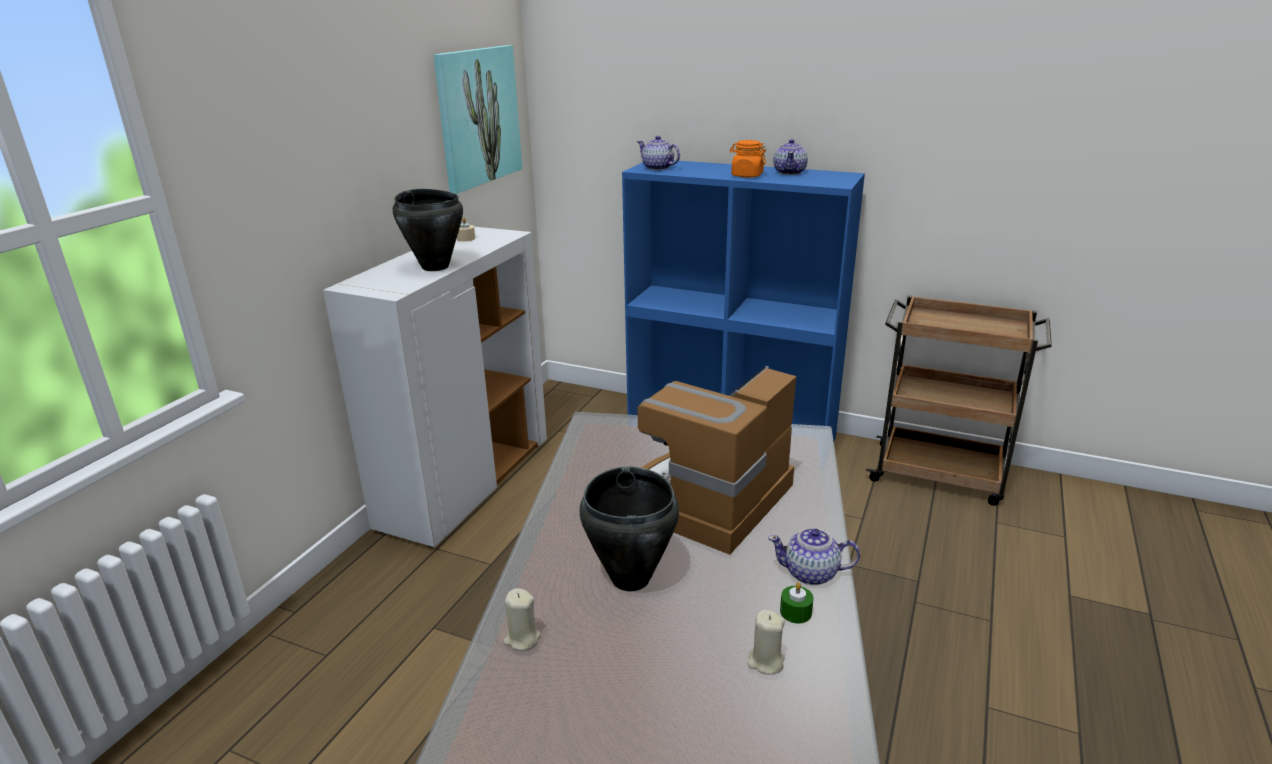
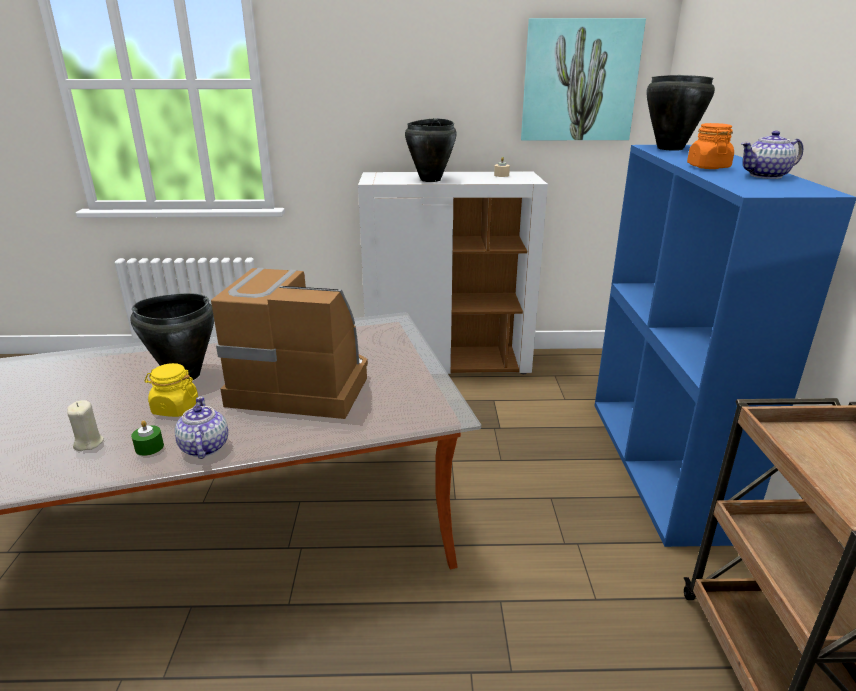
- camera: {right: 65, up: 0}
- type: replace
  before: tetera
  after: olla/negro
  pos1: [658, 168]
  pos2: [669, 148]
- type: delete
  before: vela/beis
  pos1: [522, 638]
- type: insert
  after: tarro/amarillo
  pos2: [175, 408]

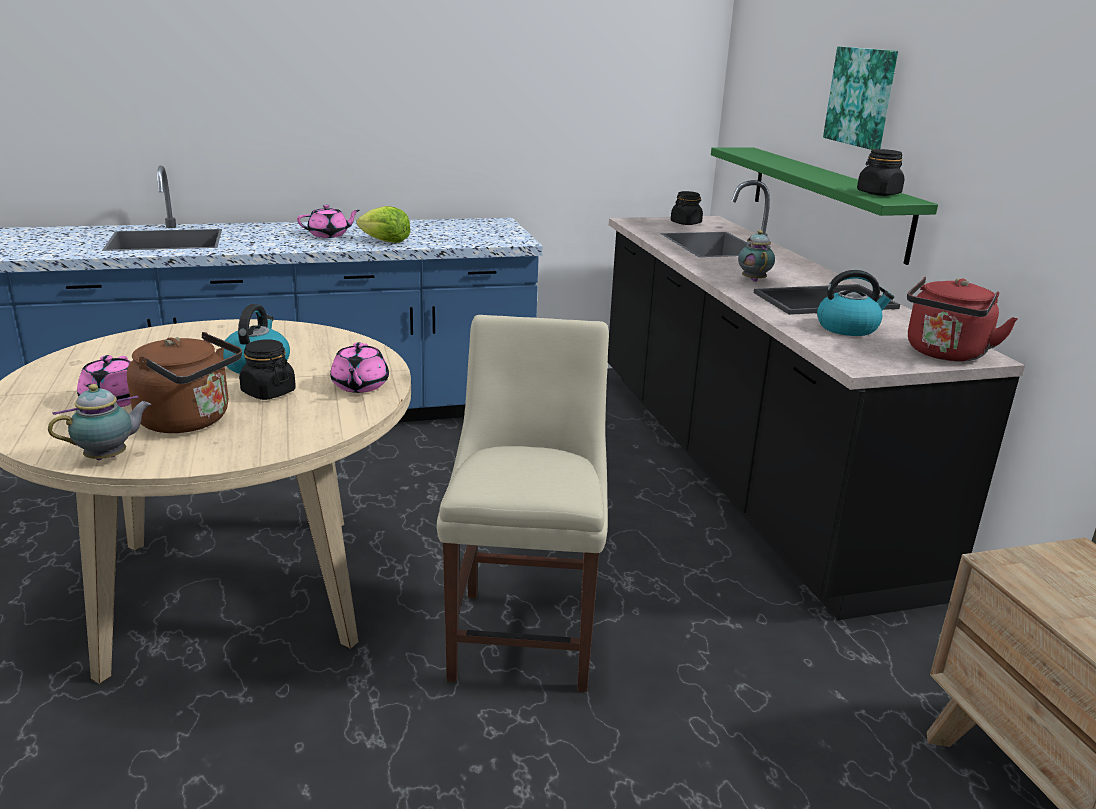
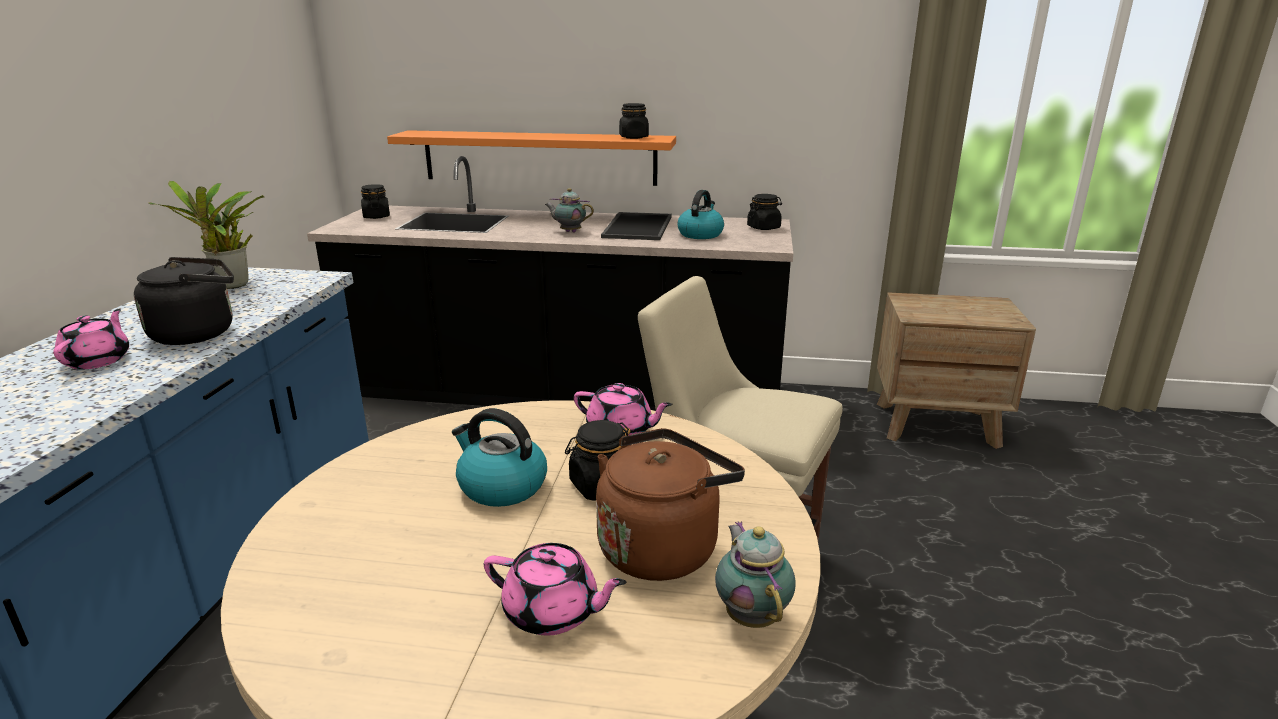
- camera: {right: -65, up: 0}
- type: delete
  before: cuadro
  pos1: [862, 97]
- type: recolor
  before: estante/verde
  after: estante/naranja
  pos1: [826, 200]
  pos2: [539, 157]
- type: replace
  before: lechuga
  after: hervidor/negro
  pos1: [385, 241]
  pos2: [199, 333]
- type: replace
  before: hervidor/rojo
  after: tarro/negro
  pos1: [944, 354]
  pos2: [763, 228]
- type: insert
  after: planta en maceta
  pos2: [231, 287]

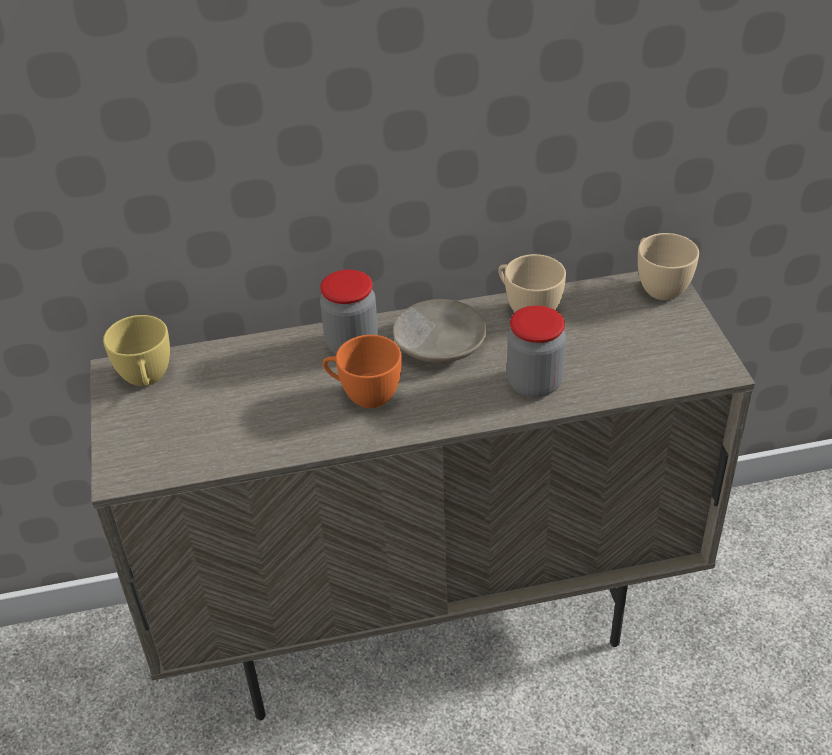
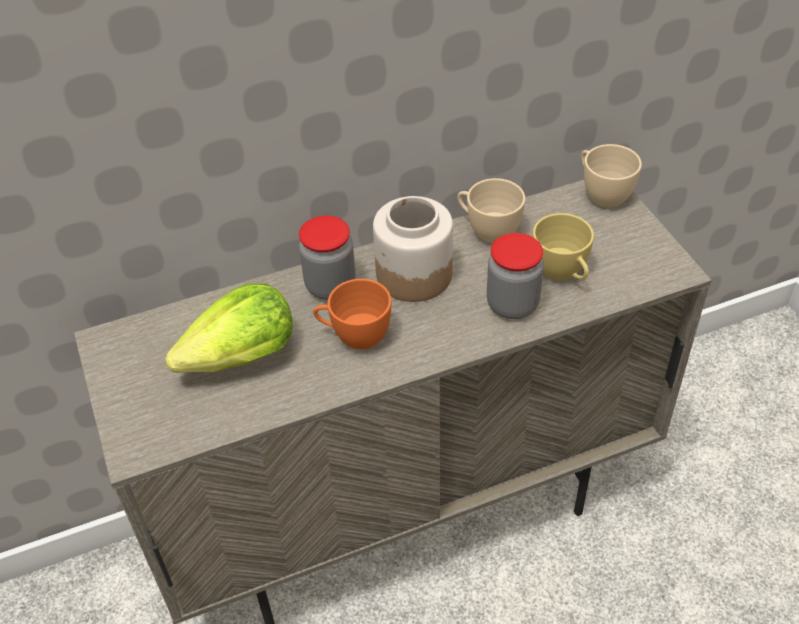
- camera: {right: -10, up: 5}
- type: replace
  before: plato/beis
  after: tarro
  pos1: [439, 343]
  pos2: [413, 274]
- type: move
  before: taza/amarillo
  pos1: [146, 380]
  pos2: [563, 274]
- type: insert
  after: lechuga
  pos2: [242, 357]

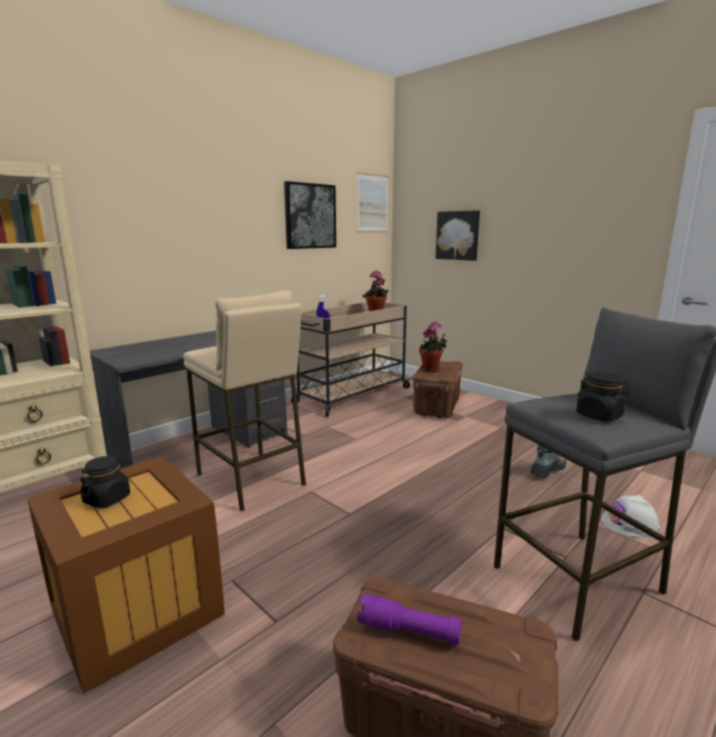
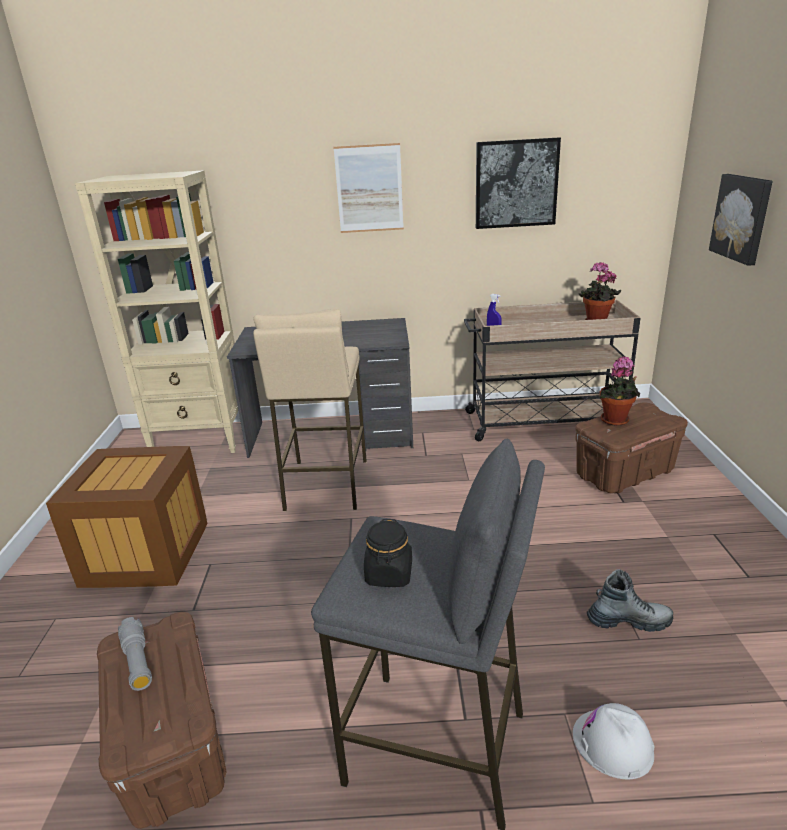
- camera: {right: 45, up: 10}
- type: move
  before: cuadro
  pos1: [372, 203]
  pos2: [369, 189]
- type: delete
  before: tarro/negro
  pos1: [107, 499]
- type: recolor
  before: linterna/morado
  after: linterna/gris
  pos1: [408, 631]
  pos2: [138, 661]

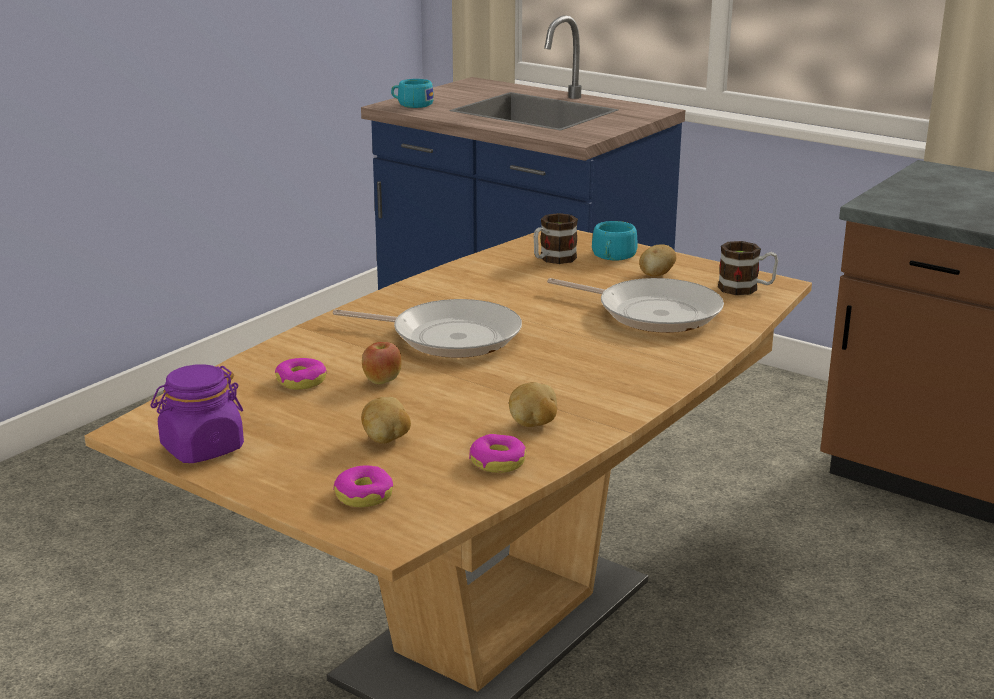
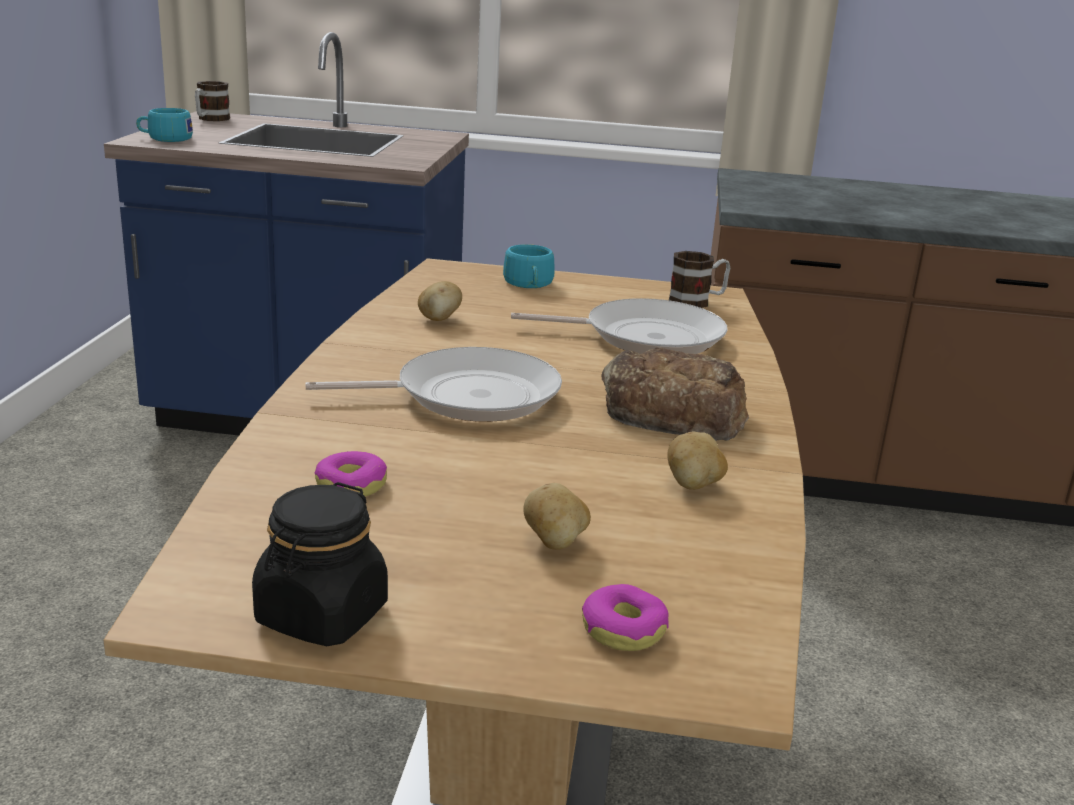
- camera: {right: -30, up: 0}
- type: move
  before: taza grande
  pos1: [552, 259]
  pos2: [210, 119]
- type: move
  before: patata
  pos1: [656, 275]
  pos2: [439, 319]
- type: delete
  before: manzana
  pos1: [382, 380]
- type: recolor
  before: tarro/morado
  after: tarro/negro
  pos1: [202, 448]
  pos2: [321, 616]
- type: delete
  before: rosquilla
  pos1: [498, 462]
- type: insert
  after: pan
  pos2: [672, 411]

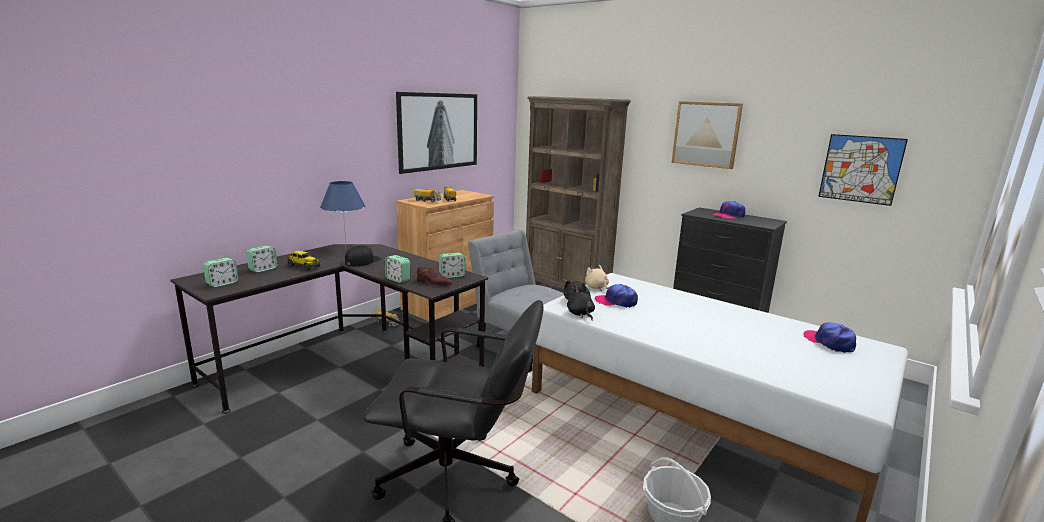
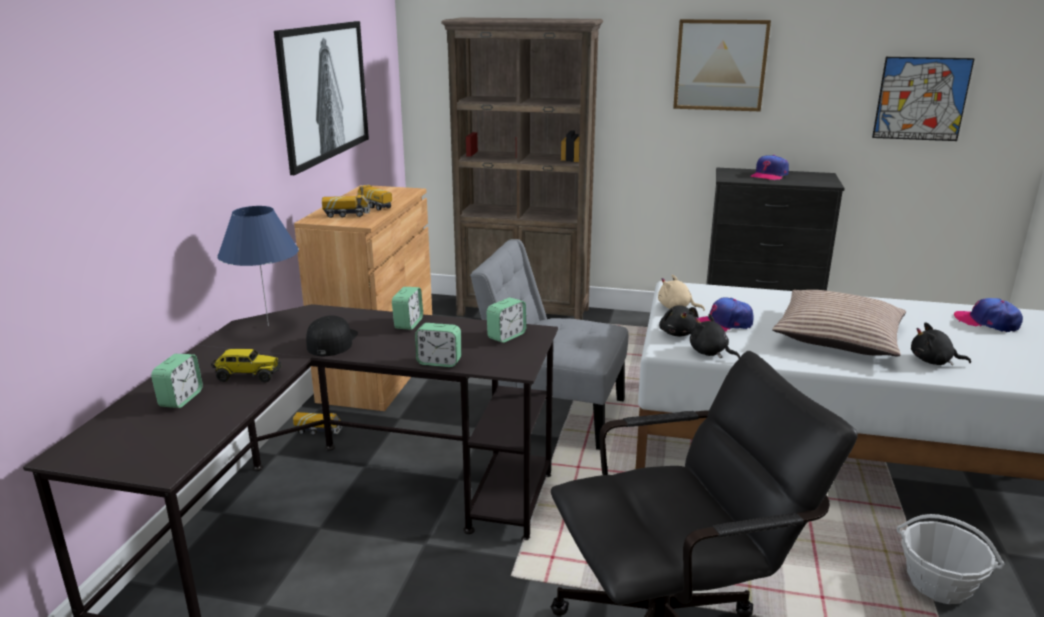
- camera: {right: -25, up: 5}
- type: move
  before: despertador
  pos1: [222, 283]
  pos2: [408, 324]
- type: delete
  before: zapato/marrón
  pos1: [434, 283]
- type: insert
  after: cojín
  pos2: [838, 337]
- type: insert
  after: peluche/negro
  pos2: [933, 361]

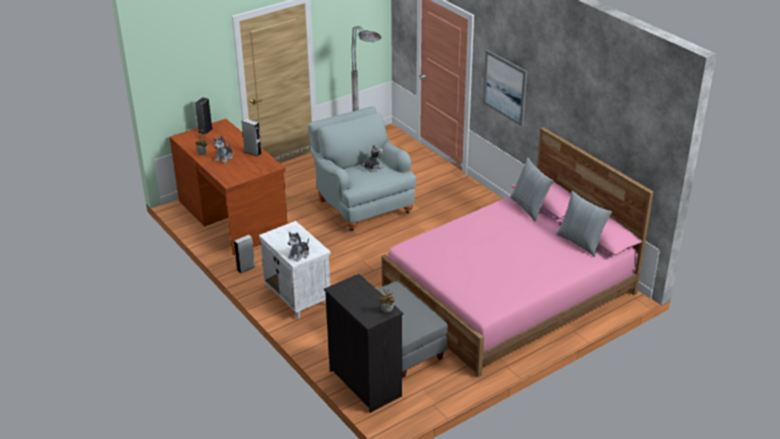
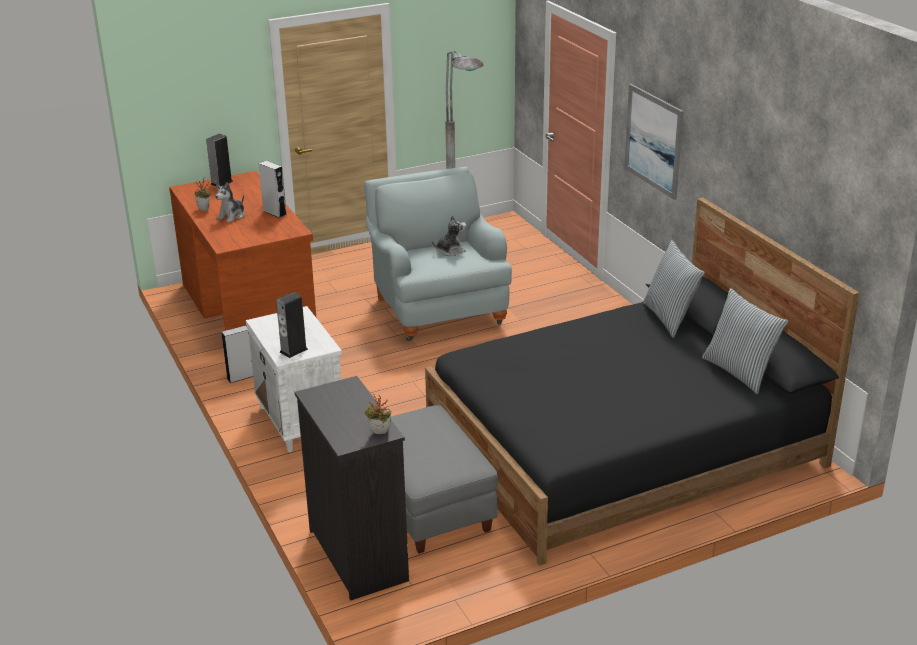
- camera: {right: 10, up: -5}
- type: recolor
  before: cama/rosa
  after: cama/negro
  pos1: [510, 293]
  pos2: [624, 446]
- type: replace
  before: peluche
  after: altavoz
  pos1: [299, 254]
  pos2: [293, 350]

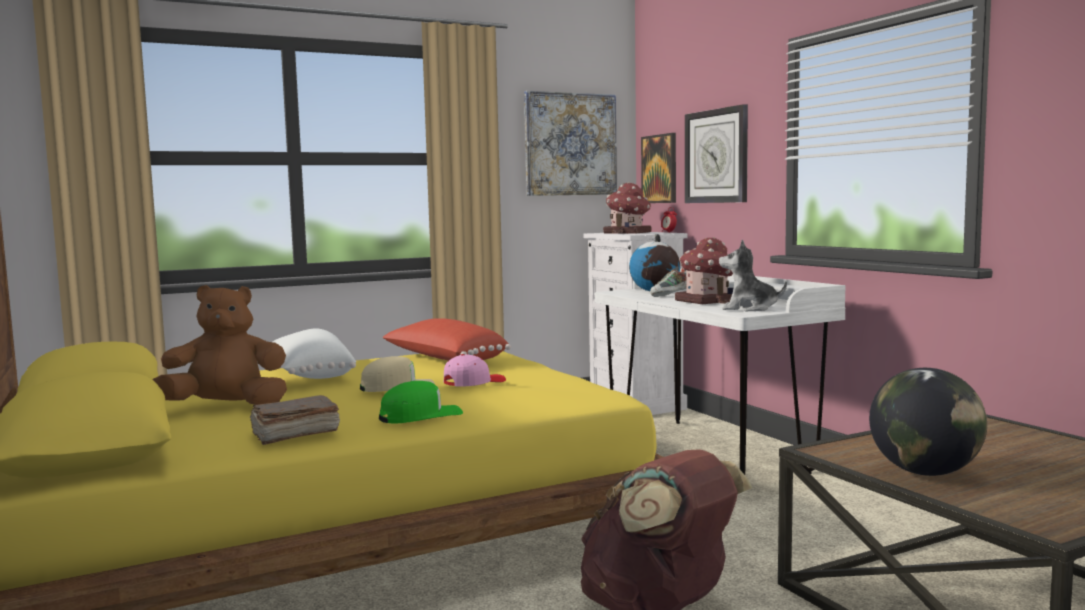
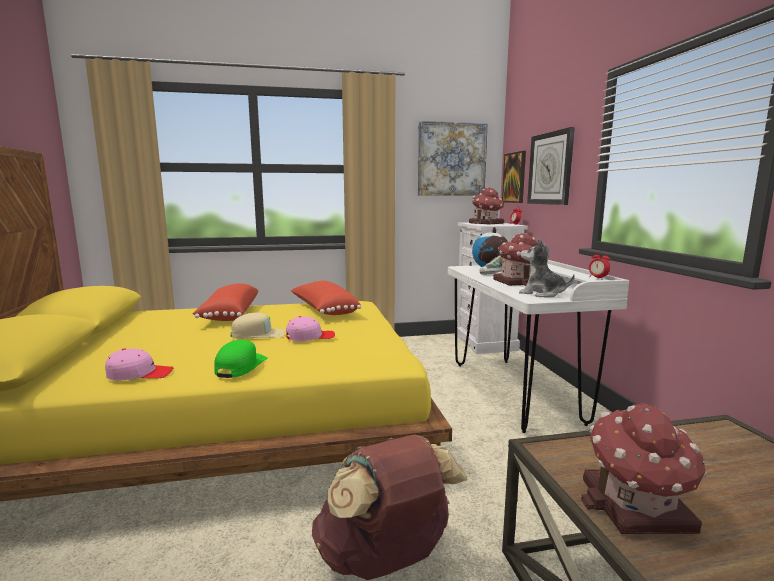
- camera: {right: 15, up: 5}
- type: delete
  before: peluche/marrón
  pos1: [226, 407]
- type: recolor
  before: cojín/blanco
  after: cojín/rojo
  pos1: [310, 373]
  pos2: [228, 314]
- type: replace
  before: globo terráqueo
  after: casita
  pos1: [924, 472]
  pos2: [636, 507]
- type: rotate
  before: gorra/verde
  pos1: [420, 416]
  pos2: [240, 366]
  turn: -60
- type: replace
  before: libro/marrón
  after: gorra/rosa
  pos1: [294, 434]
  pos2: [140, 374]
- type: insert
  after: despertador
  pos2: [597, 278]

